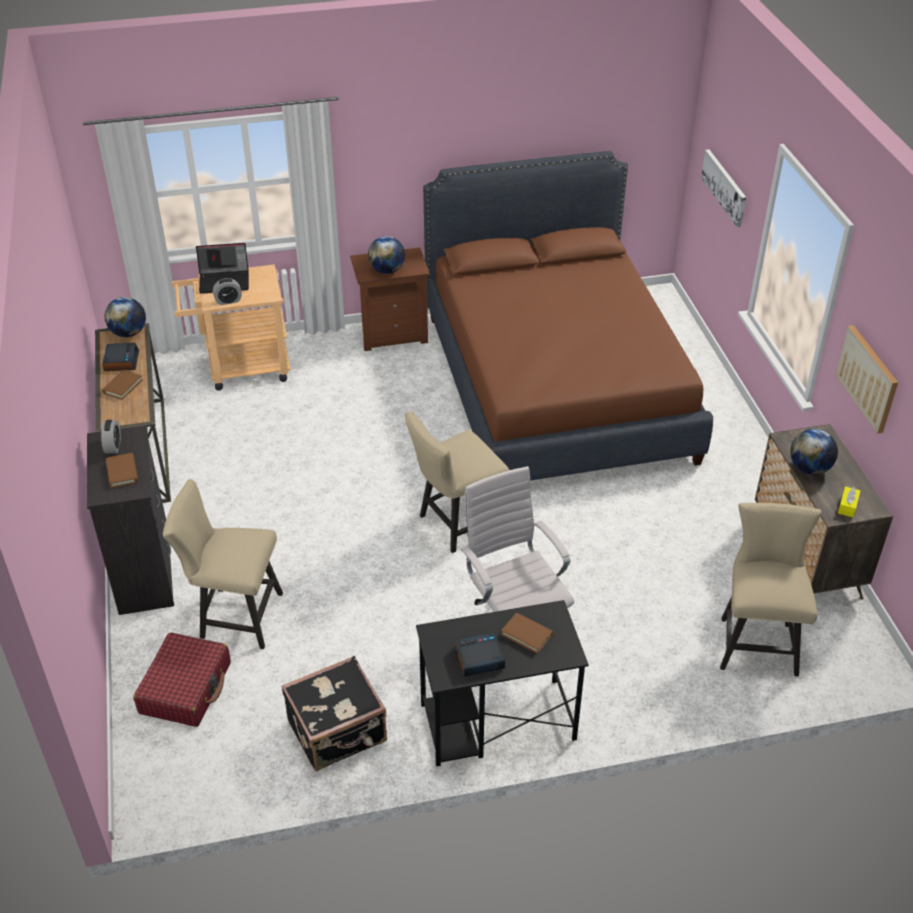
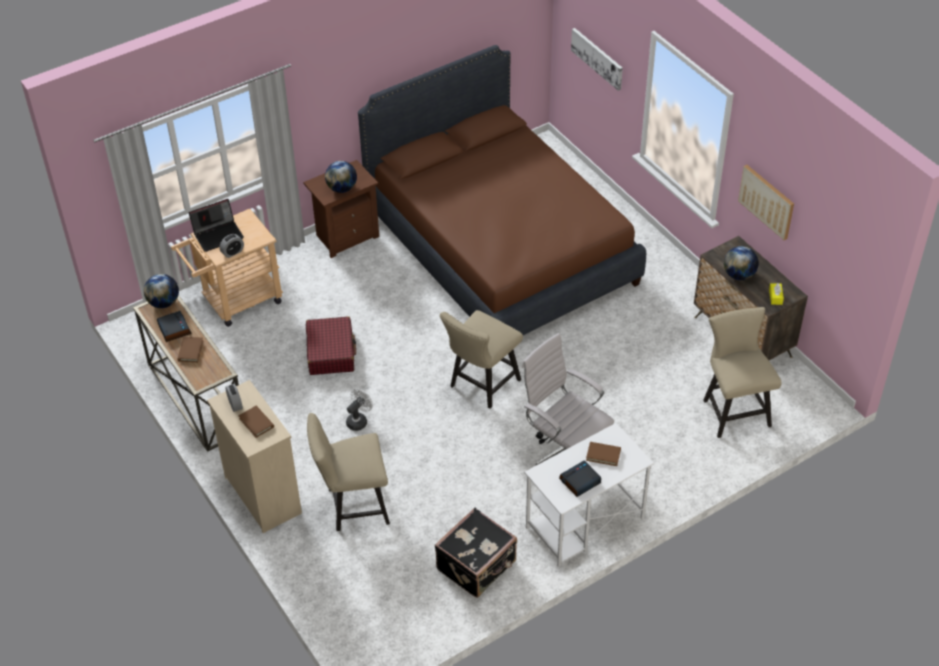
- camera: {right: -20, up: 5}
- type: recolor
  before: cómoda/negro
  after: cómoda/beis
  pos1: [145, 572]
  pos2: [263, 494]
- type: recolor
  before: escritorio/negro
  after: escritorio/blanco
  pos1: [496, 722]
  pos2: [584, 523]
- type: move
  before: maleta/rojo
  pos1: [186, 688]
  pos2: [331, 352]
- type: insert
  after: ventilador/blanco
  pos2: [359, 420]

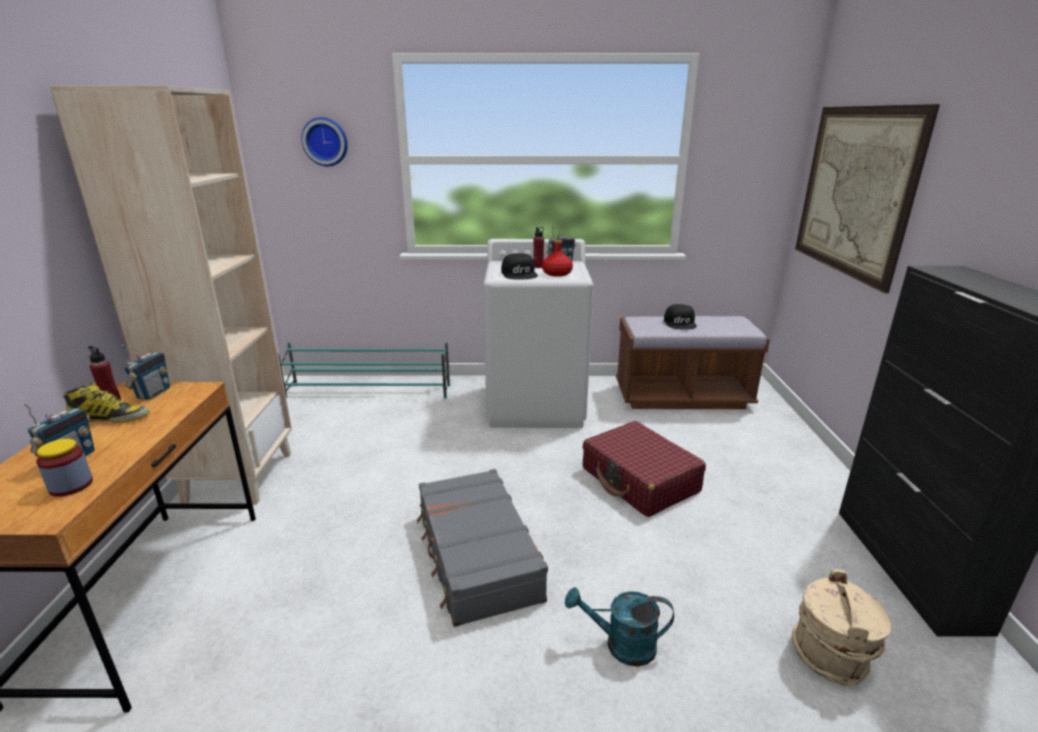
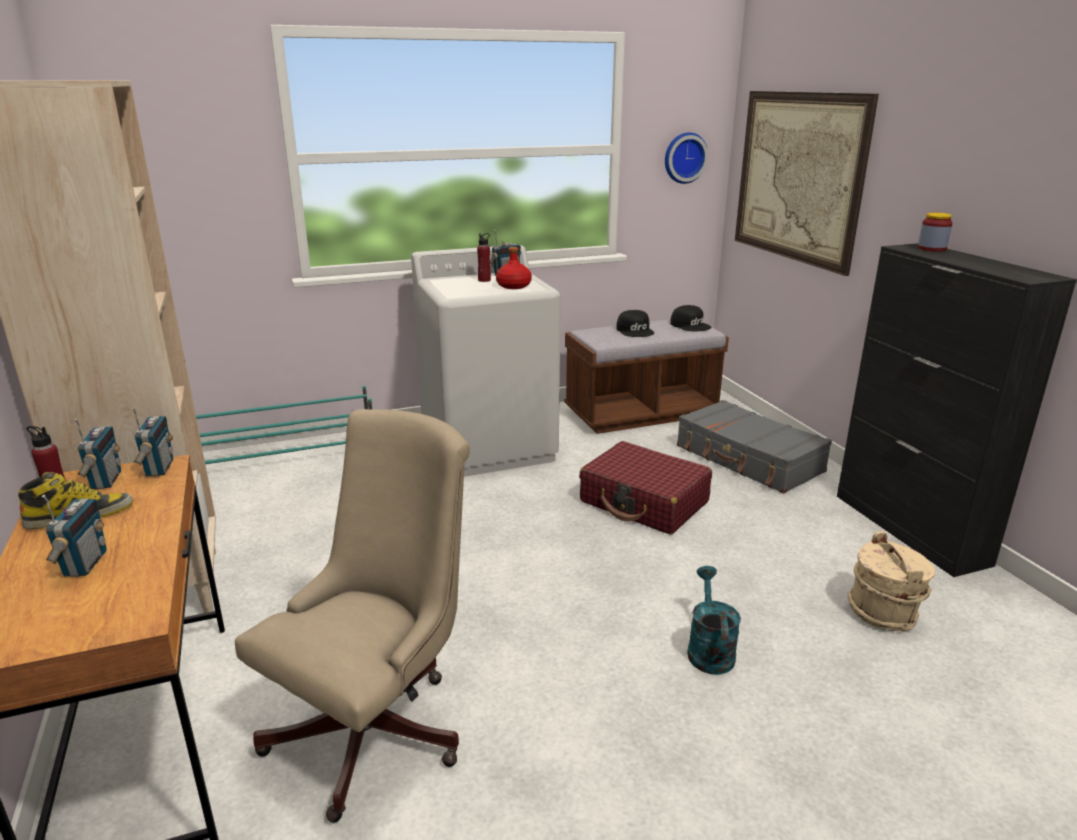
- camera: {right: -20, up: 0}
- type: move
  before: reloj de pared
  pos1: [326, 142]
  pos2: [684, 157]
- type: move
  before: gorra/negro
  pos1: [520, 274]
  pos2: [690, 325]
- type: move
  before: tarro
  pos1: [71, 486]
  pos2: [932, 249]
- type: move
  before: maleta/gris
  pos1: [476, 555]
  pos2: [748, 459]
- type: rotate
  before: regadera/turquesa
  pos1: [621, 645]
  pos2: [709, 649]
  turn: 105
- type: insert
  after: radio
  pos2: [159, 468]
- type: insert
  after: silla de oficina/beis
  pos2: [378, 727]

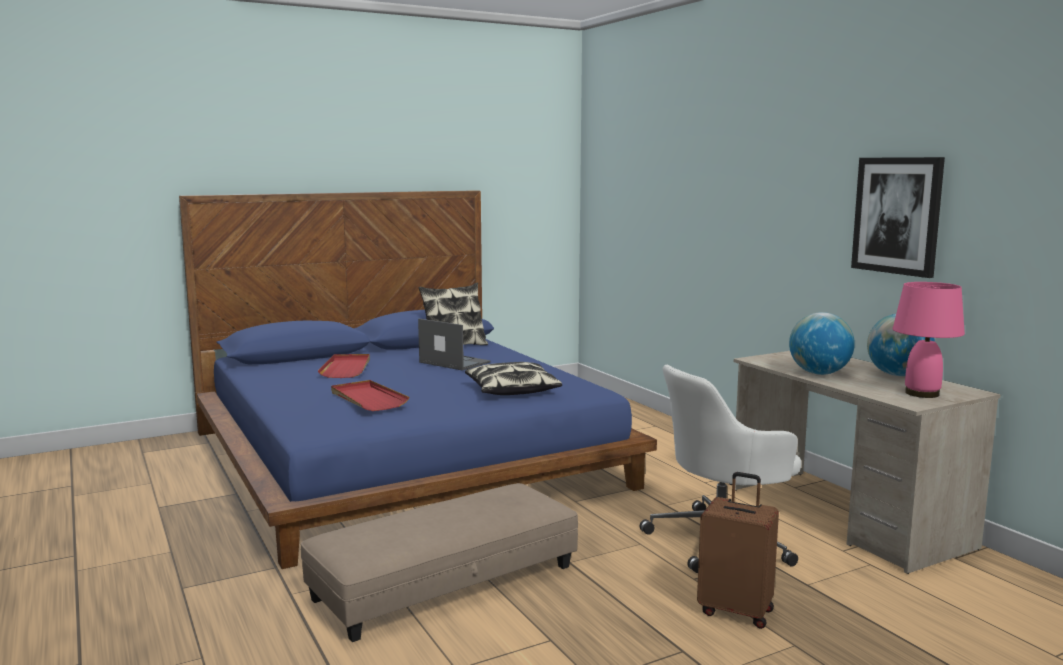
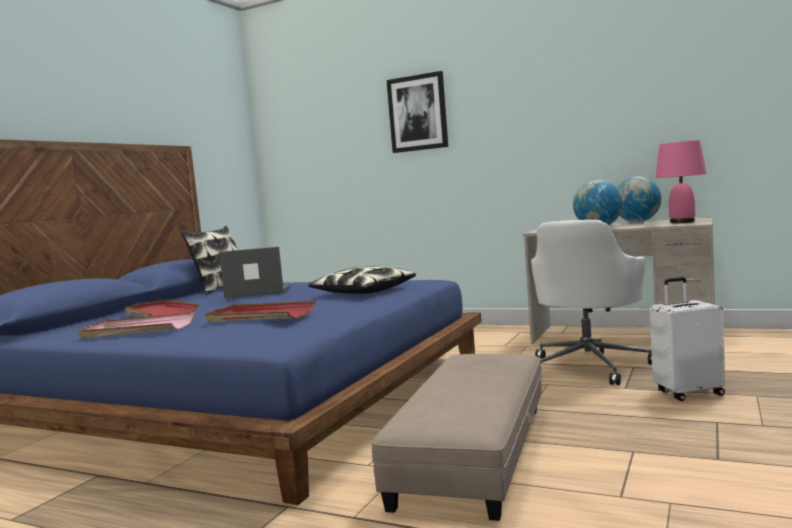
- camera: {right: -35, up: -5}
- type: move
  before: cuadro
  pos1: [897, 215]
  pos2: [417, 113]
- type: recolor
  before: maleta/marrón
  after: maleta/blanco
  pos1: [736, 611]
  pos2: [688, 393]
- type: insert
  after: bandeja/rosa
  pos2: [137, 330]

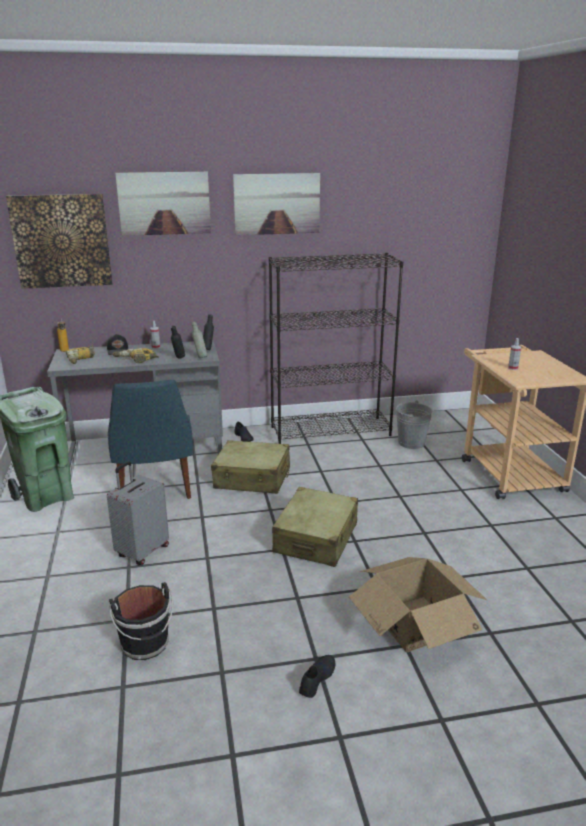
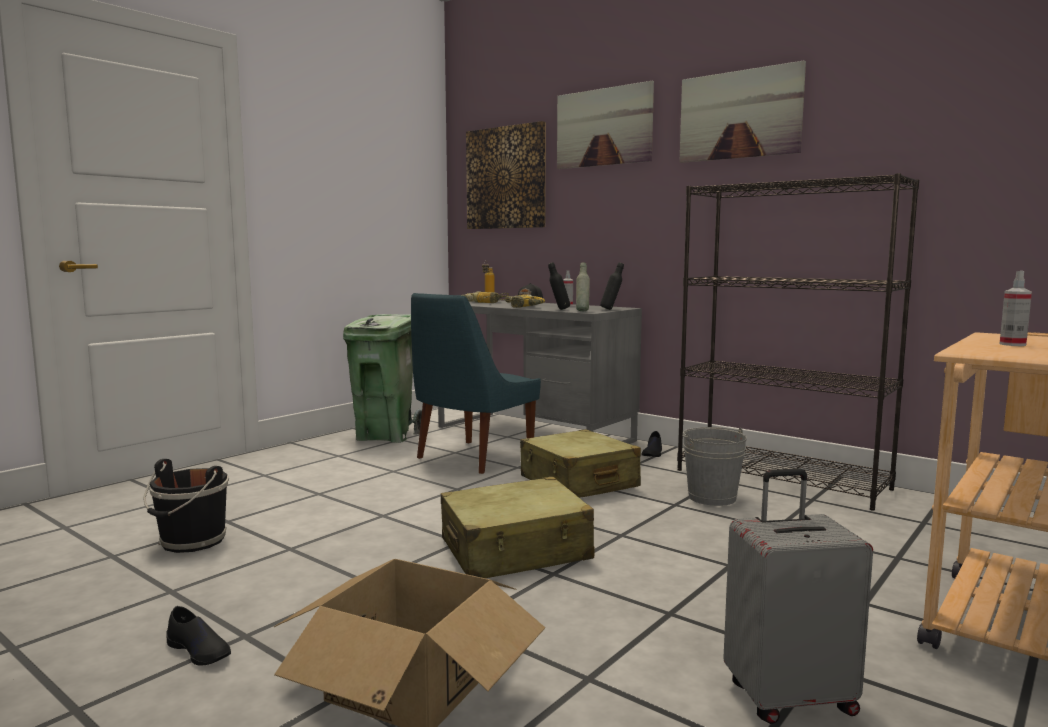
- camera: {right: 50, up: -15}
- type: move
  before: cubo/gris
  pos1: [411, 443]
  pos2: [712, 497]
- type: move
  before: maleta/gris
  pos1: [142, 551]
  pos2: [788, 697]
- type: rotate
  before: zapato/negro
  pos1: [316, 679]
  pos2: [199, 651]
  turn: 45

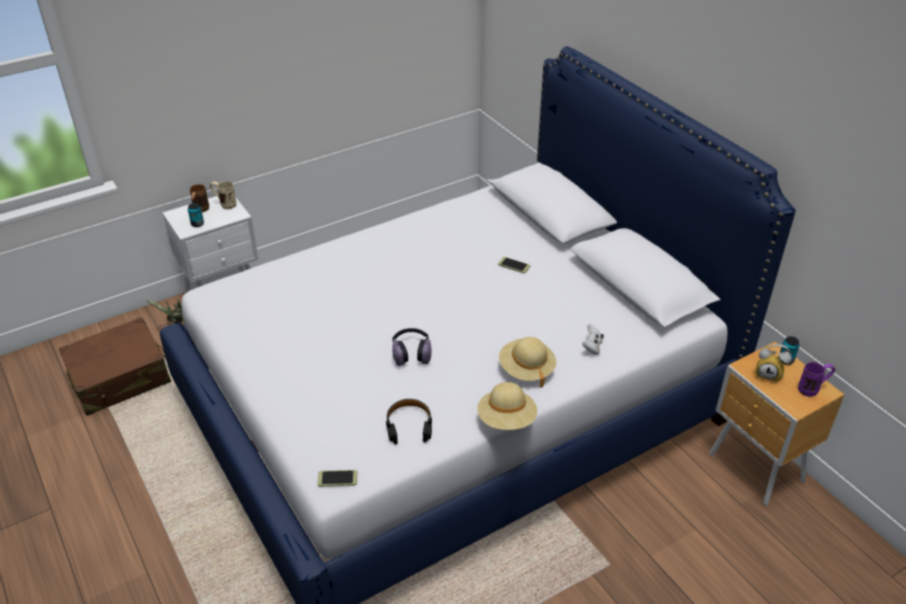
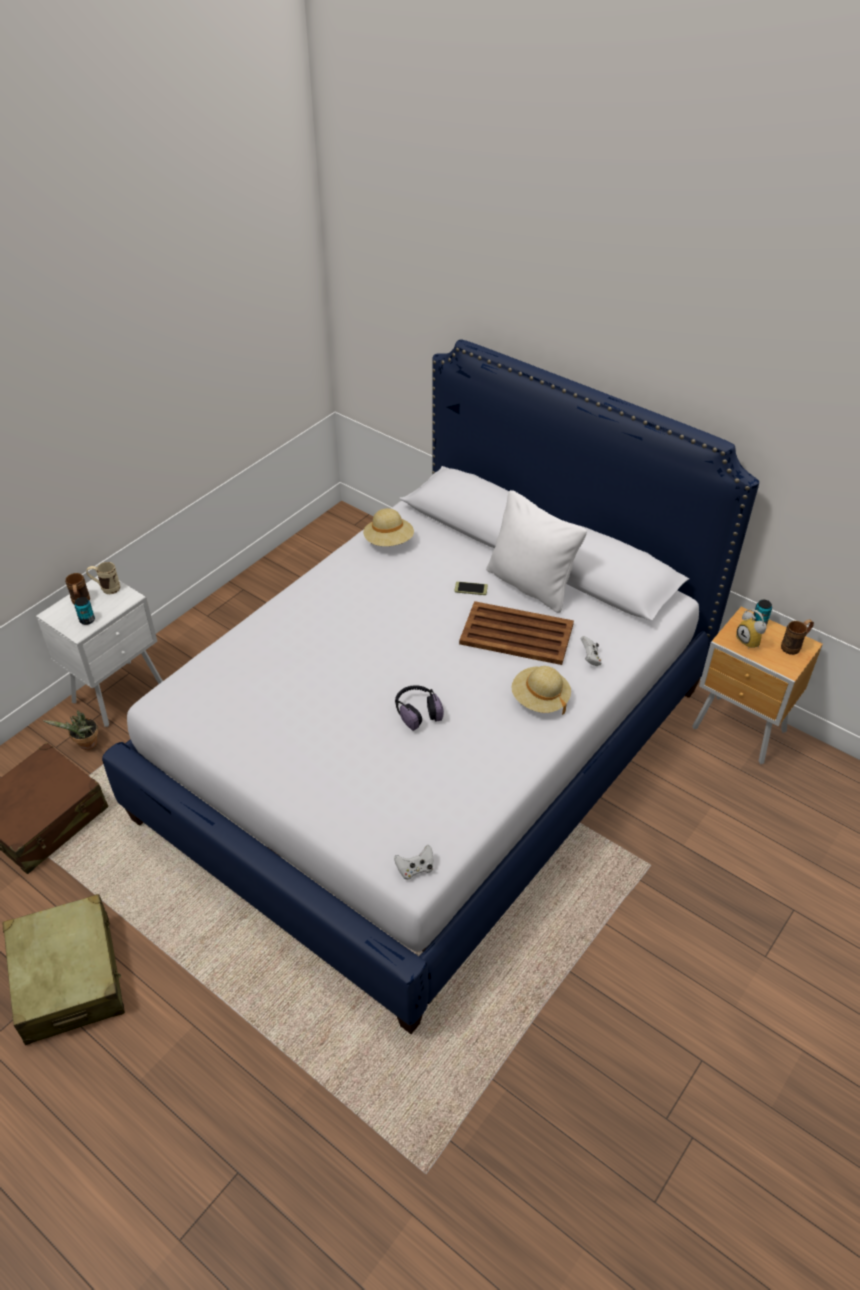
- camera: {right: -20, up: 5}
- type: rotate
  before: despertador
  pos1: [769, 374]
  pos2: [751, 641]
  turn: 60
- type: recolor
  before: taza grande/morado
  after: taza grande/marrón
  pos1: [812, 389]
  pos2: [794, 646]
- type: move
  before: sombrero/beis
  pos1: [506, 420]
  pos2: [389, 541]
- type: delete
  before: auriculares/negro
  pos1: [409, 425]
- type: replace
  before: móvil
  after: mando de consola/blanco
  pos1: [337, 478]
  pos2: [415, 869]
- type: insert
  after: cojín/blanco
  pos2: [530, 585]
- type: insert
  after: bandeja/marrón
  pos2: [517, 634]
- type: insert
  after: maleta/beis
  pos2: [69, 978]

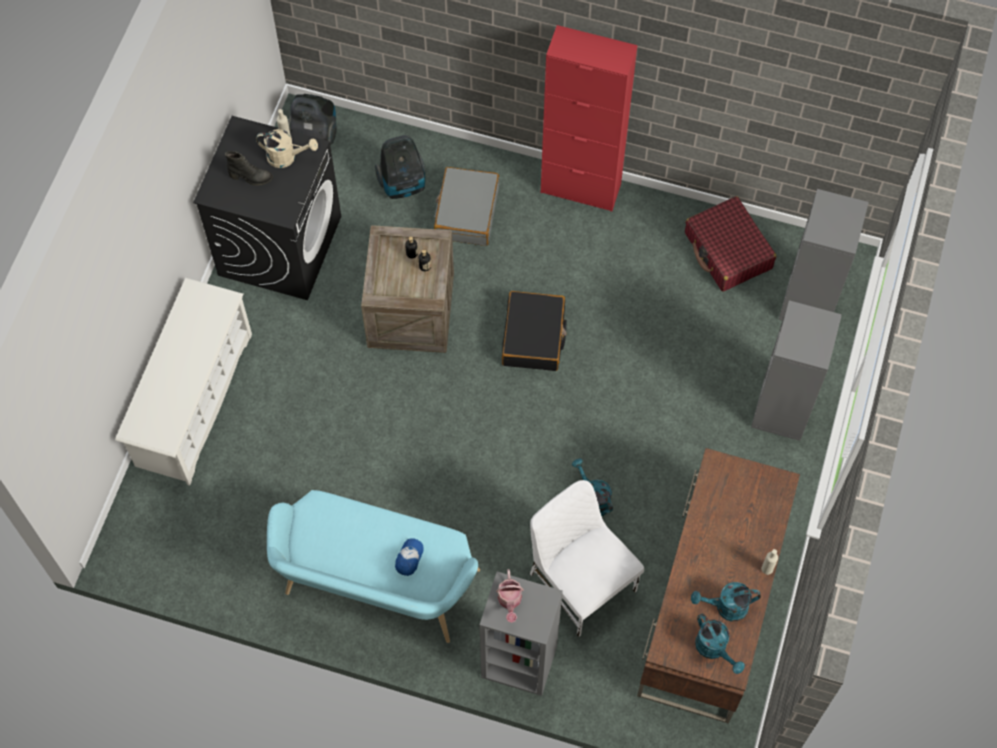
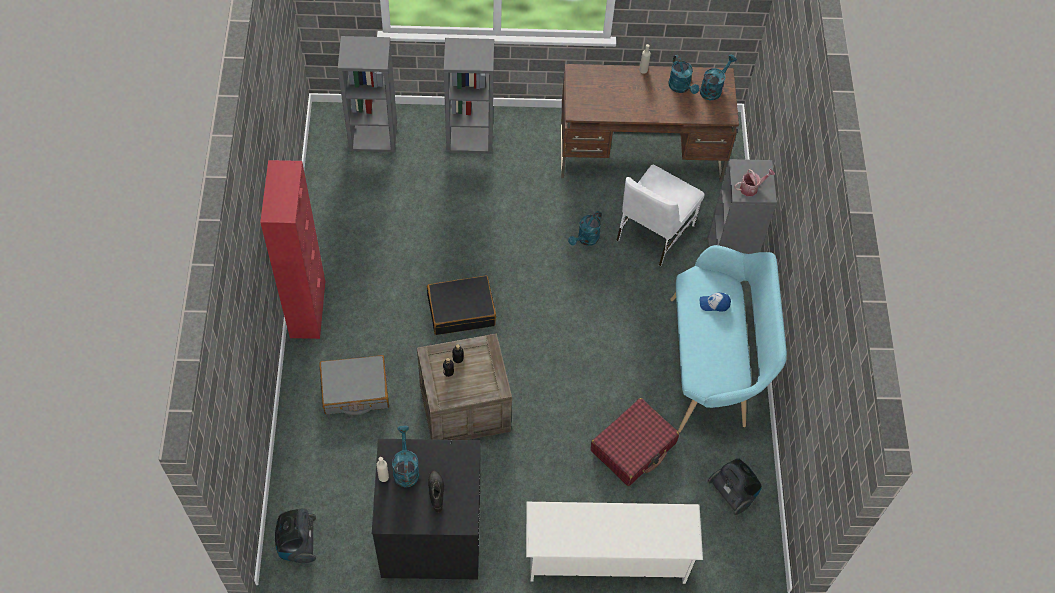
- camera: {right: -110, up: -5}
- type: recolor
  before: regadera/beis
  after: regadera/turquesa
  pos1: [287, 157]
  pos2: [405, 468]
- type: move
  before: aspiradora
  pos1: [403, 185]
  pos2: [733, 492]
- type: move
  before: maleta/rojo
  pos1: [728, 251]
  pos2: [633, 447]

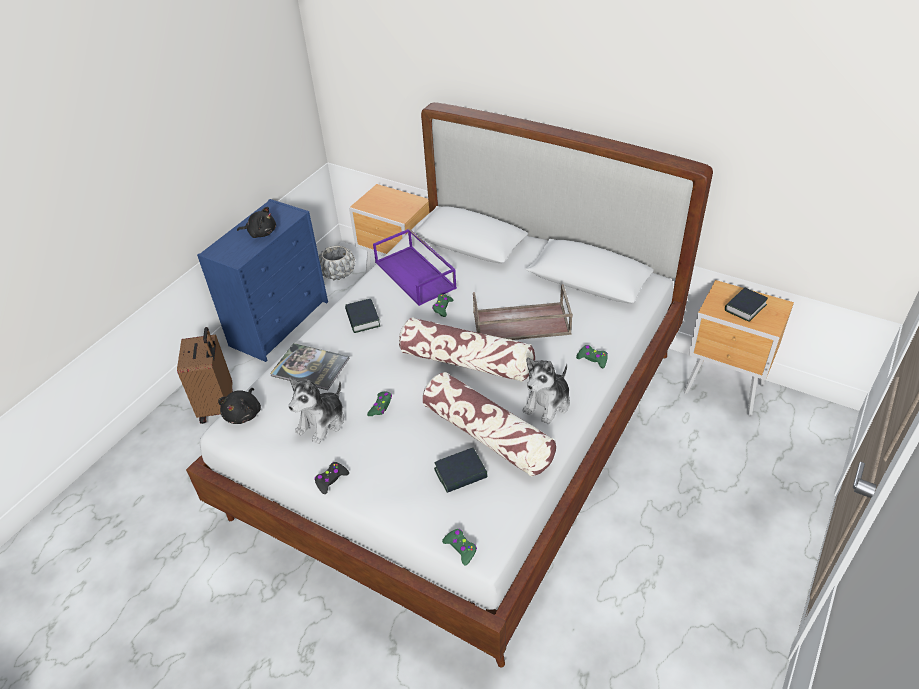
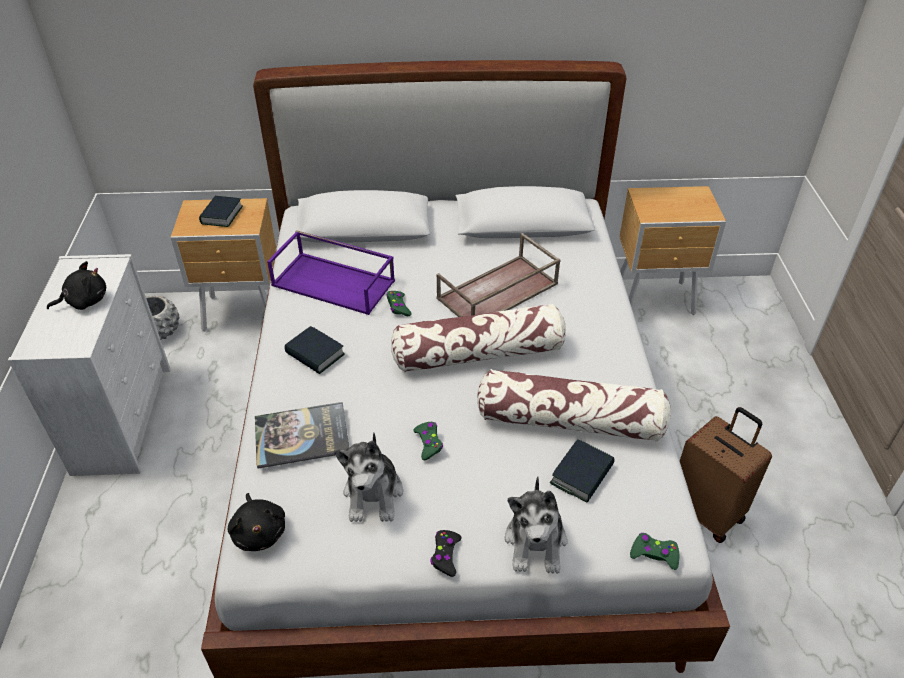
- camera: {right: -35, up: 0}
- type: recolor
  before: cómoda/azul
  after: cómoda/blanco
  pos1: [280, 322]
  pos2: [123, 418]
- type: move
  before: libro
  pos1: [745, 307]
  pos2: [221, 215]
- type: move
  before: maleta/marrón
  pos1: [218, 405]
  pos2: [707, 511]
- type: delete
  before: mando de consola/verde
  pos1: [592, 359]
- type: move
  before: peluche
  pos1: [548, 403]
  pos2: [536, 541]

